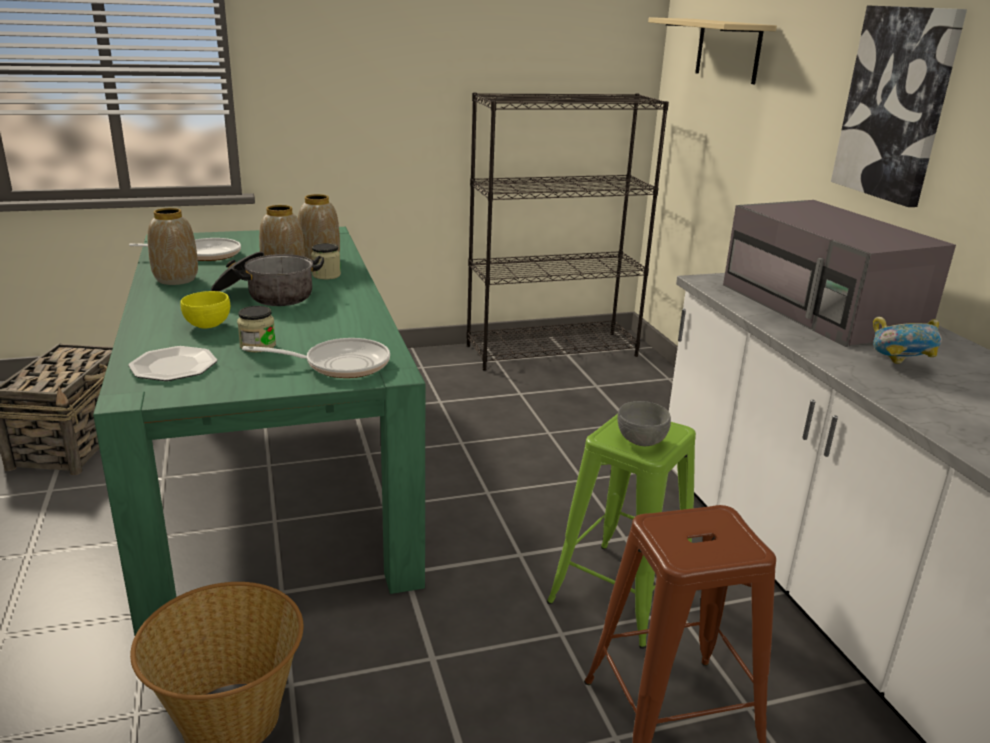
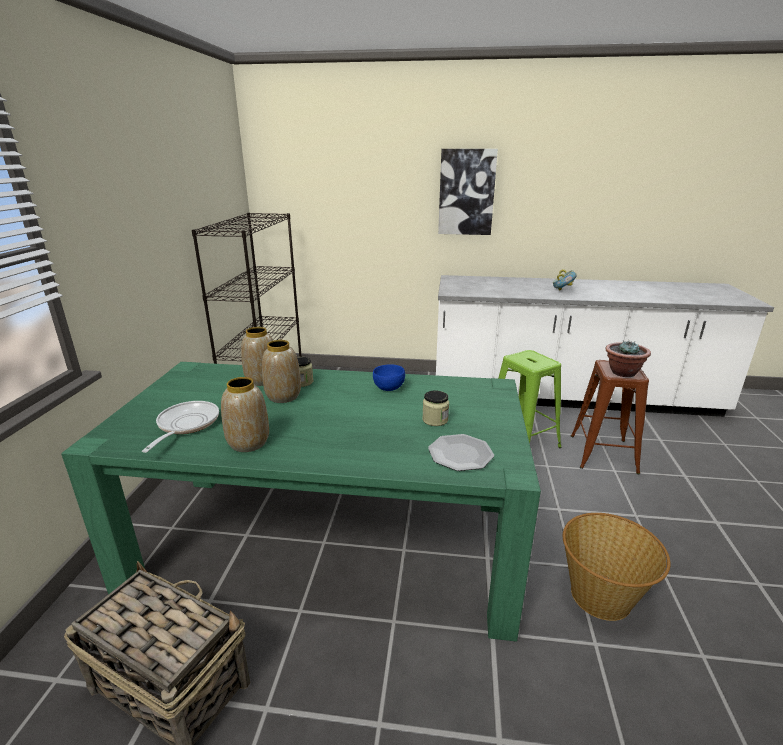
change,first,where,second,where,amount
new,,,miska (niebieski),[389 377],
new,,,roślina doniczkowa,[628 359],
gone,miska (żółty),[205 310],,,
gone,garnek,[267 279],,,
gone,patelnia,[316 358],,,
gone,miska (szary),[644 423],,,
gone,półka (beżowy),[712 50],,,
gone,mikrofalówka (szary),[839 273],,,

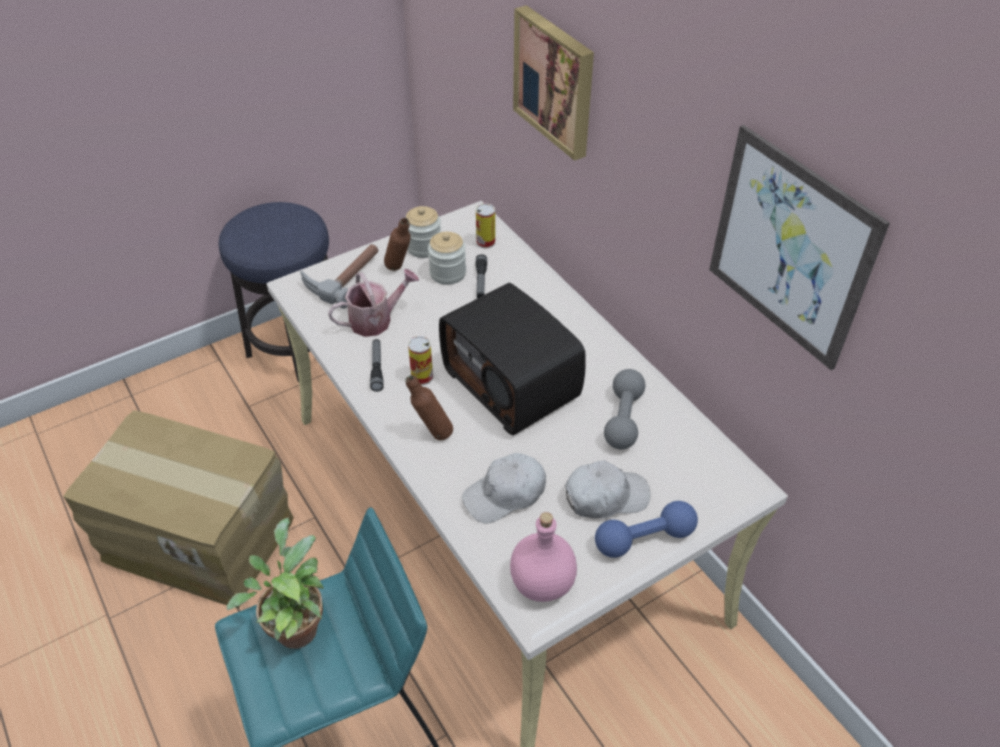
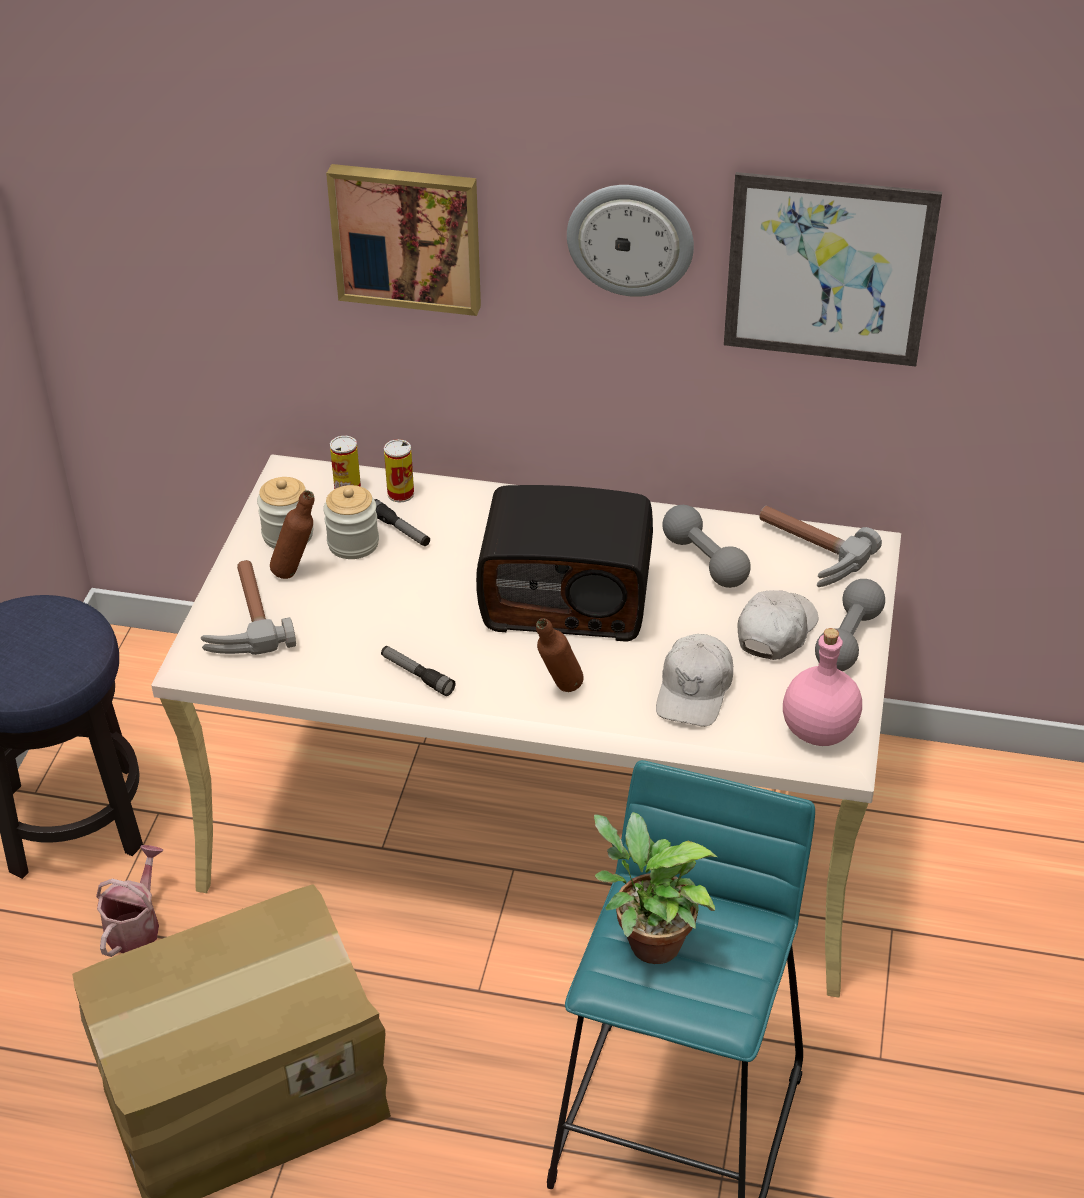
change,first,where,second,where,amount
shifted,konewka,[373 303],,[129 901],
shifted,puszka,[420 360],,[399 471],
new,,,zegar ścienny,[630 241],
new,,,młotek,[821 546],
repainted,hantel (niebieski),[646 529],hantel (szary),[850 625],

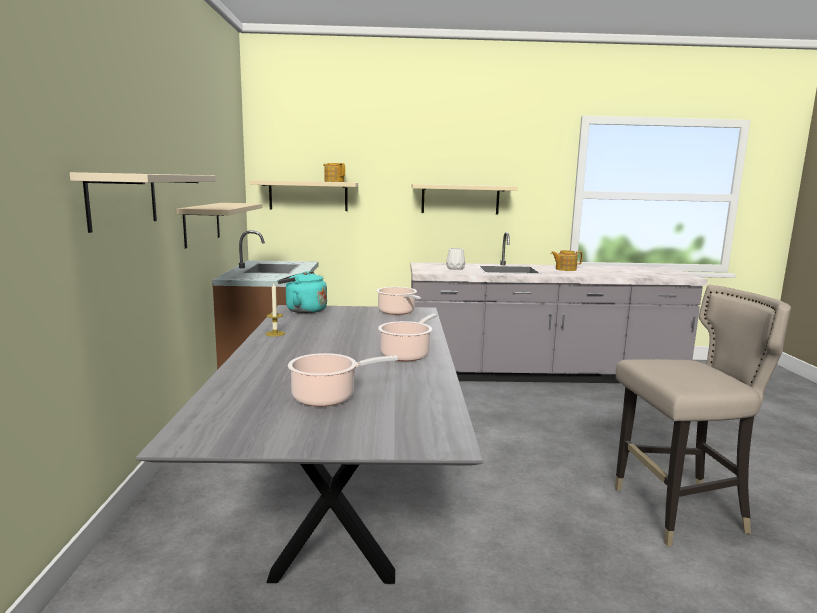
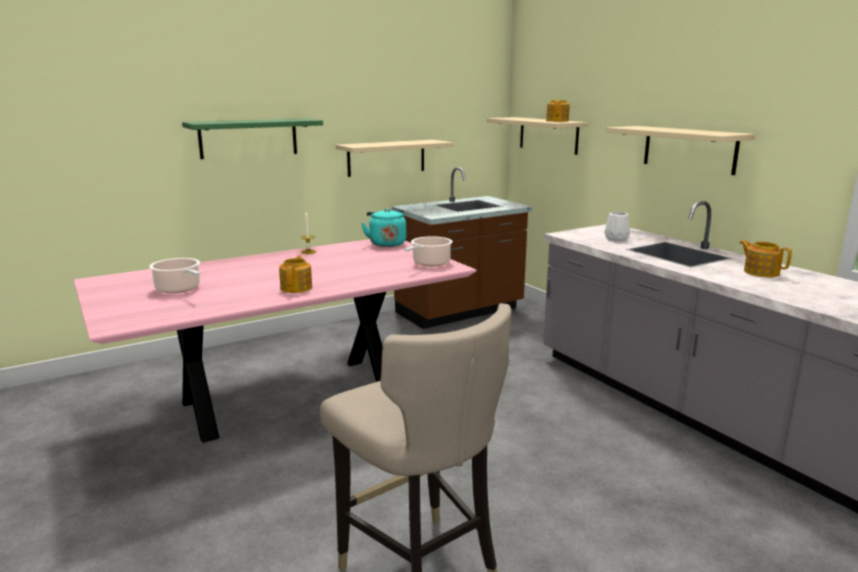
change,first,where,second,where,amount
repainted,stół jadalny (szary),[309 444],stół jadalny (różowy),[275 341],
repainted,półka (beżowy),[143 202],półka (zielony),[252 138],
swapped,garnek,[407 337],imbryk,[295 274],

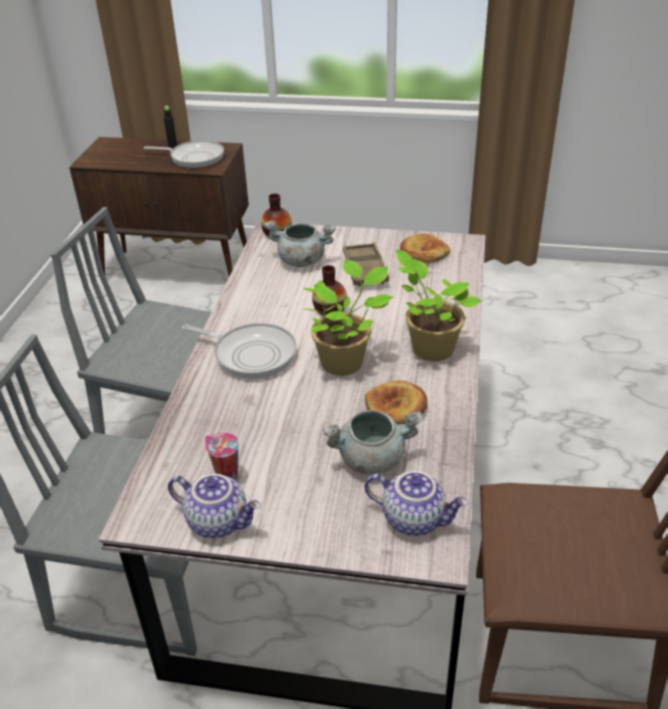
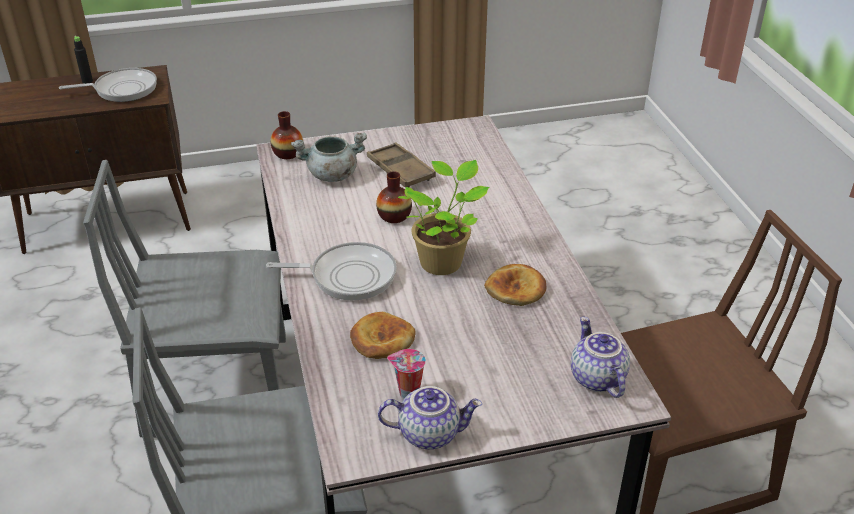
change,first,where,second,where,amount
shifted,chleb,[425 248],,[383 335],
rotated,imbryk,[416 503],,[600 357],105 degrees counterclockwise
gone,garnek (szary),[373 442],,,
gone,roślina doniczkowa,[439 305],,,

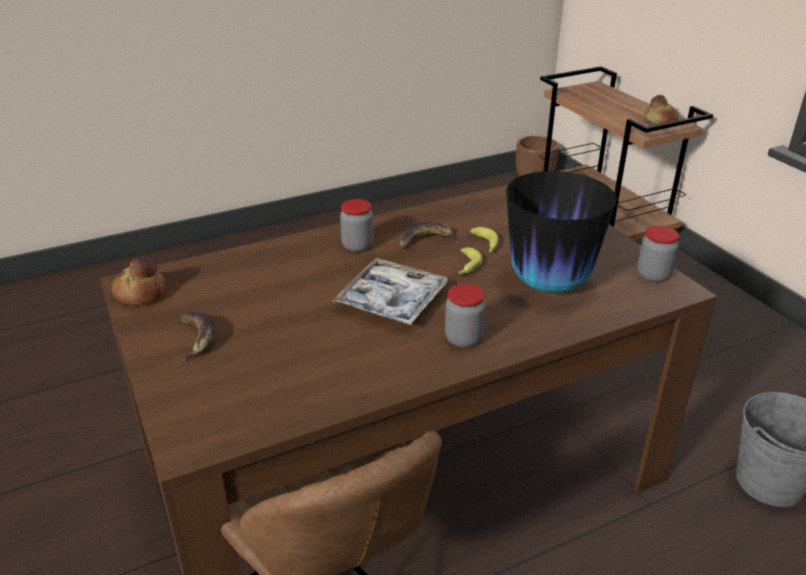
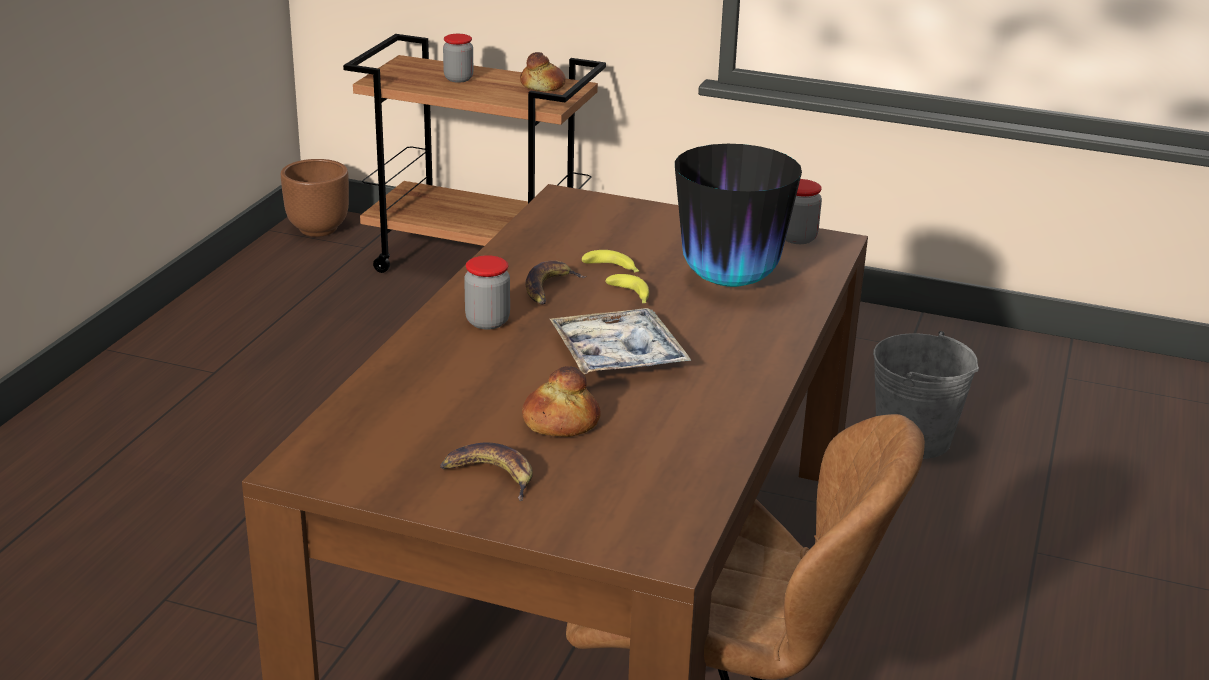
change,first,where,second,where,amount
shifted,słoik,[465 316],,[458 58],
shifted,chleb,[138 281],,[561 401],

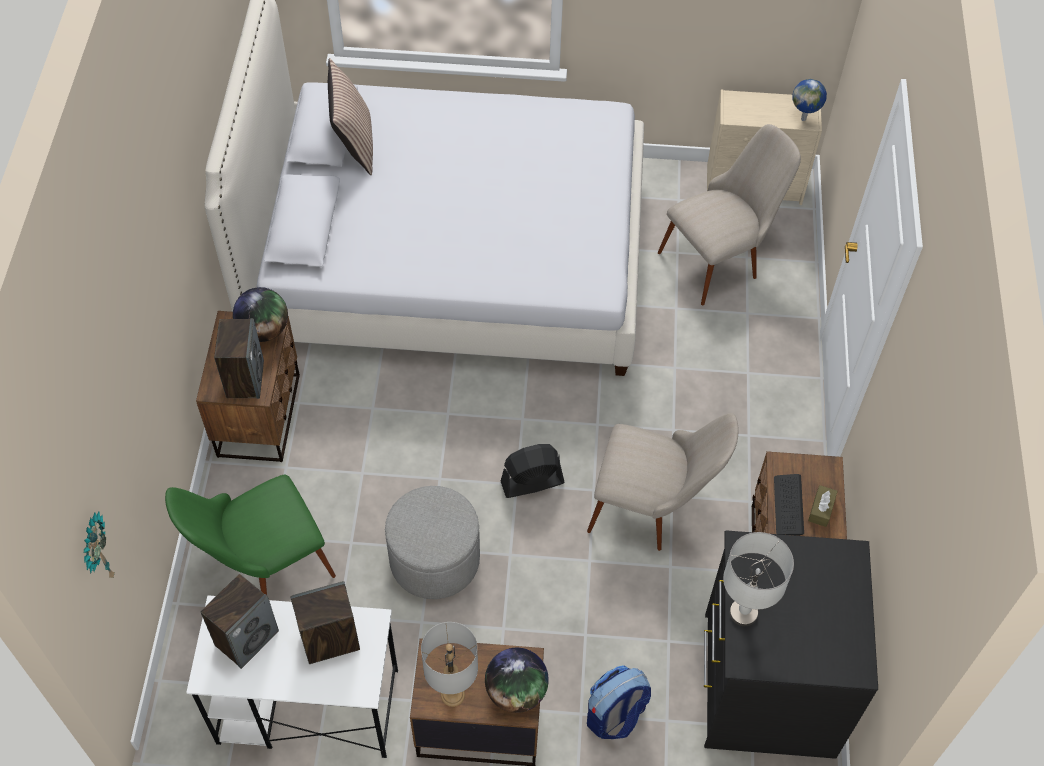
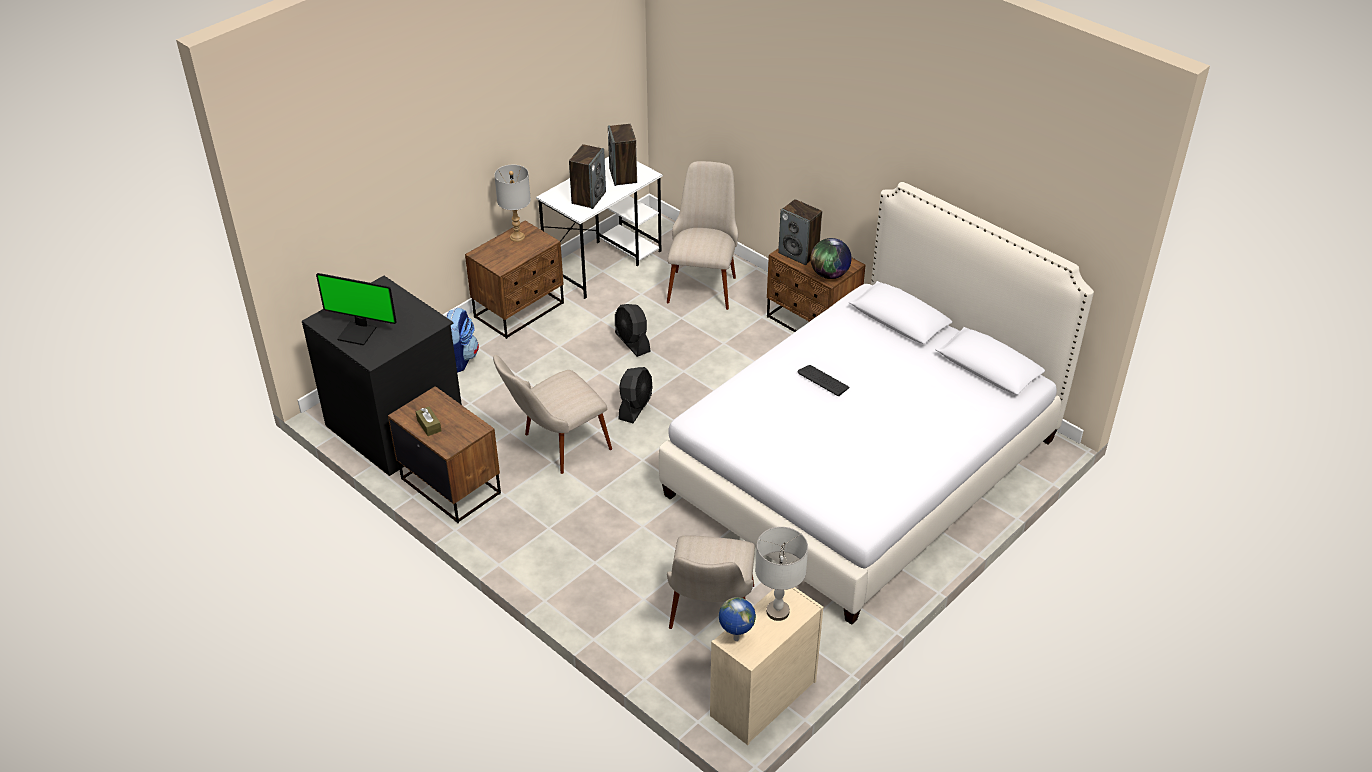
change,first,where,second,where,amount
new,,,monitor,[356 309],
swapped,pufa (szary),[432 542],wentylator (czarny),[633 330],
repainted,krzesło (zielony),[250 535],krzesło (beżowy),[702 235],
shifted,lampa stołowa (szary),[758 579],,[781 574],
shifted,klawiatura,[789 505],,[823 380],
gone,zegar ścienny,[99 544],,,
gone,poduszka,[350 116],,,
gone,globus,[517 680],,,

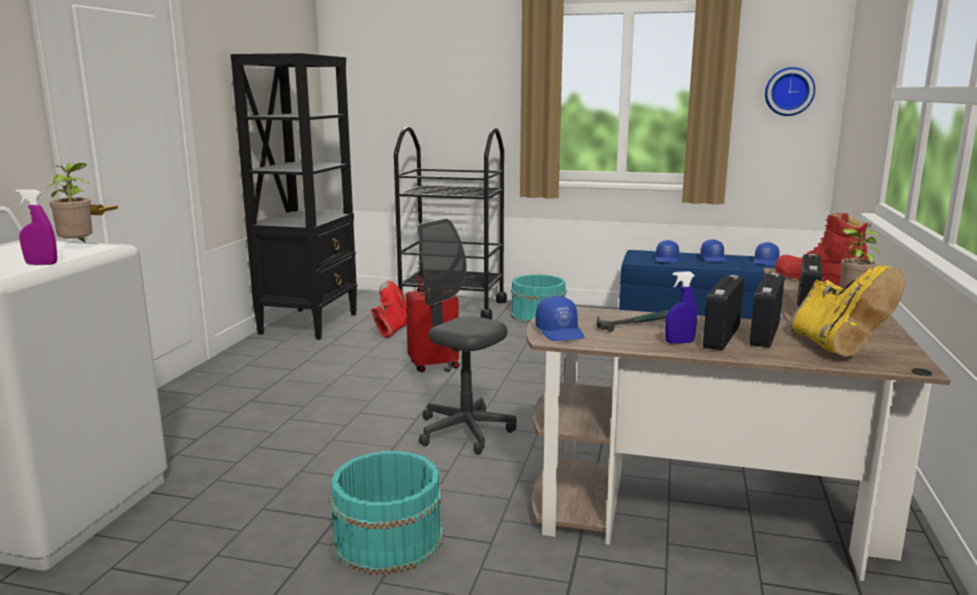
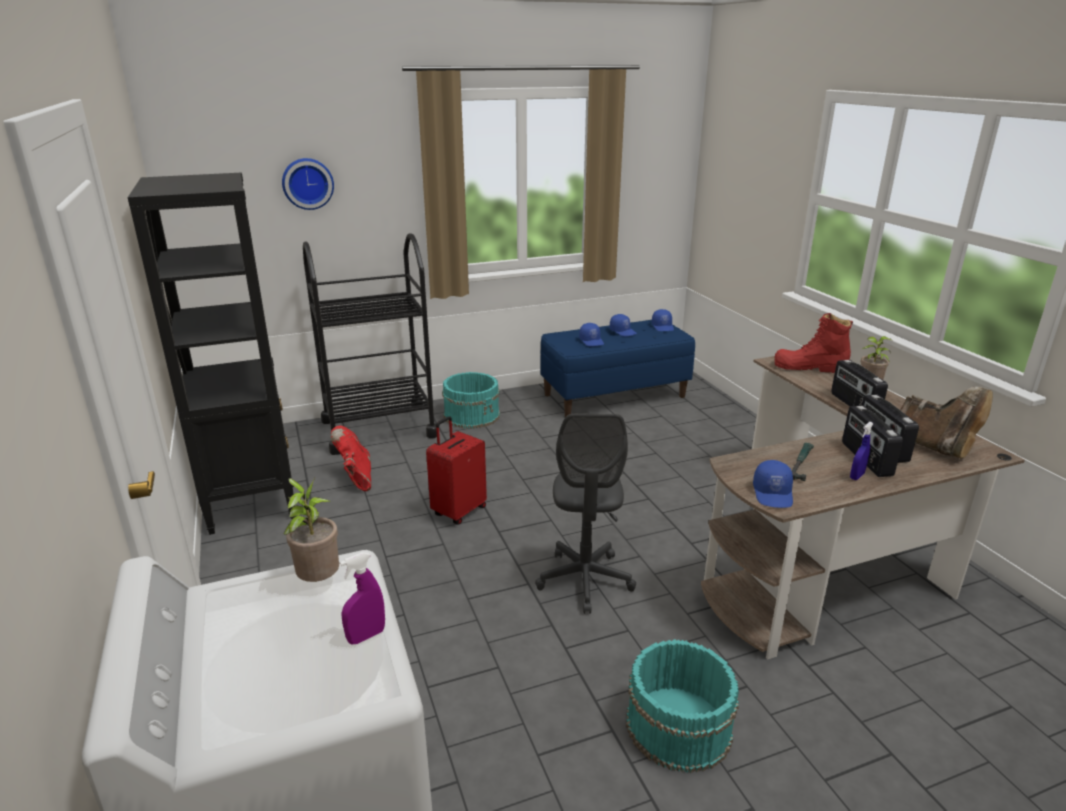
change,first,where,second,where,amount
shifted,zegar ścienny,[790 91],,[308 184],
rotated,krzesło biurowe (szary),[467 336],,[585 514],90 degrees counterclockwise
rotated,czapka z daszkiem (niebieski),[559 318],,[773 484],60 degrees clockwise
repainted,but z cholewką (żółty),[847 311],but z cholewką (brązowy),[946 423],

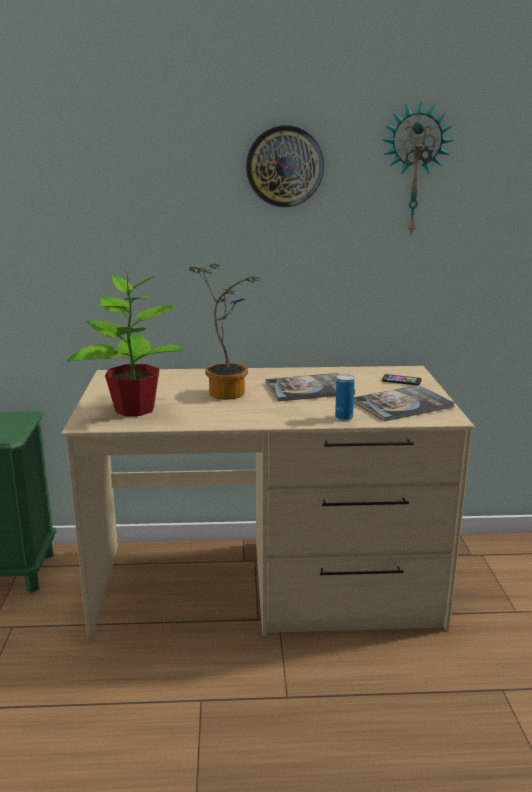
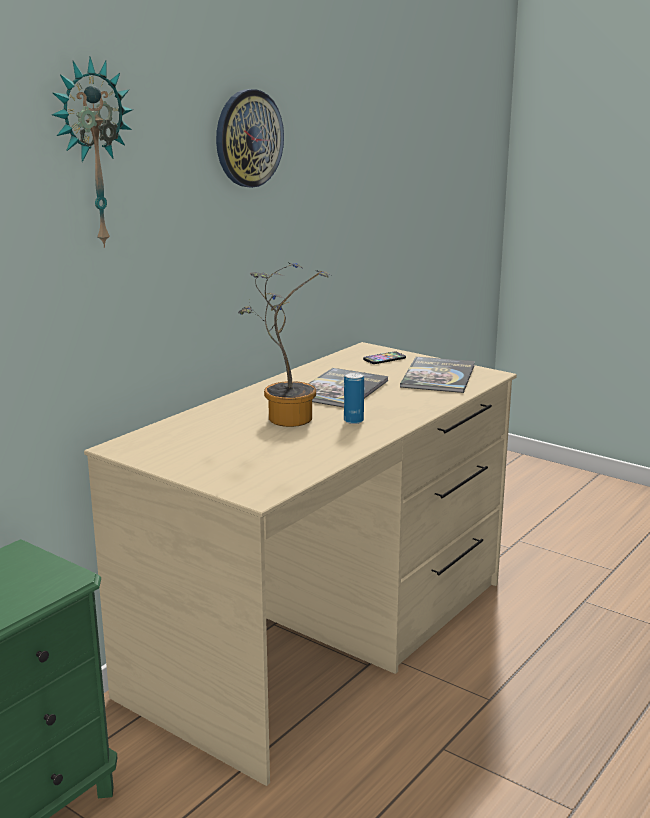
change,first,where,second,where,amount
shifted,zegar ścienny,[417 169],,[92 152],
shifted,puszka,[345 397],,[354 398],
gone,roślina doniczkowa,[126 343],,,

